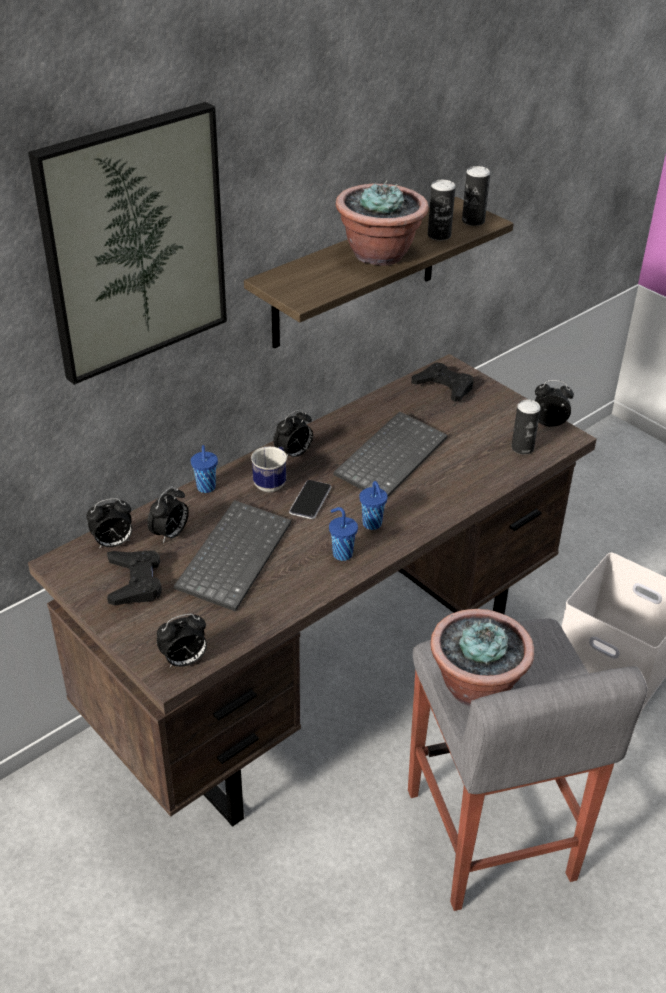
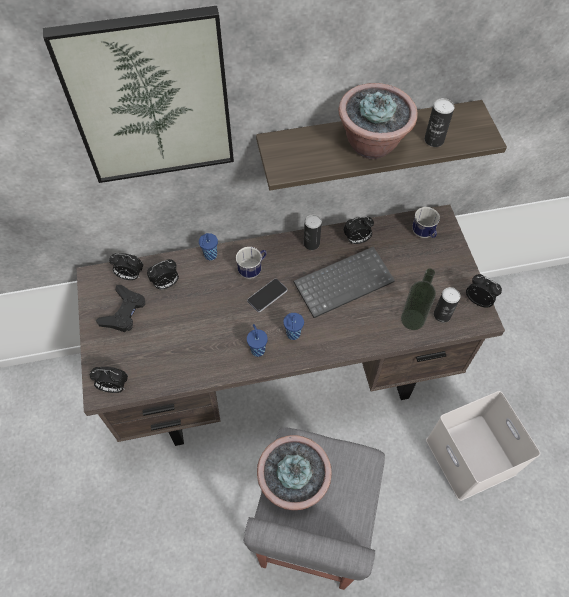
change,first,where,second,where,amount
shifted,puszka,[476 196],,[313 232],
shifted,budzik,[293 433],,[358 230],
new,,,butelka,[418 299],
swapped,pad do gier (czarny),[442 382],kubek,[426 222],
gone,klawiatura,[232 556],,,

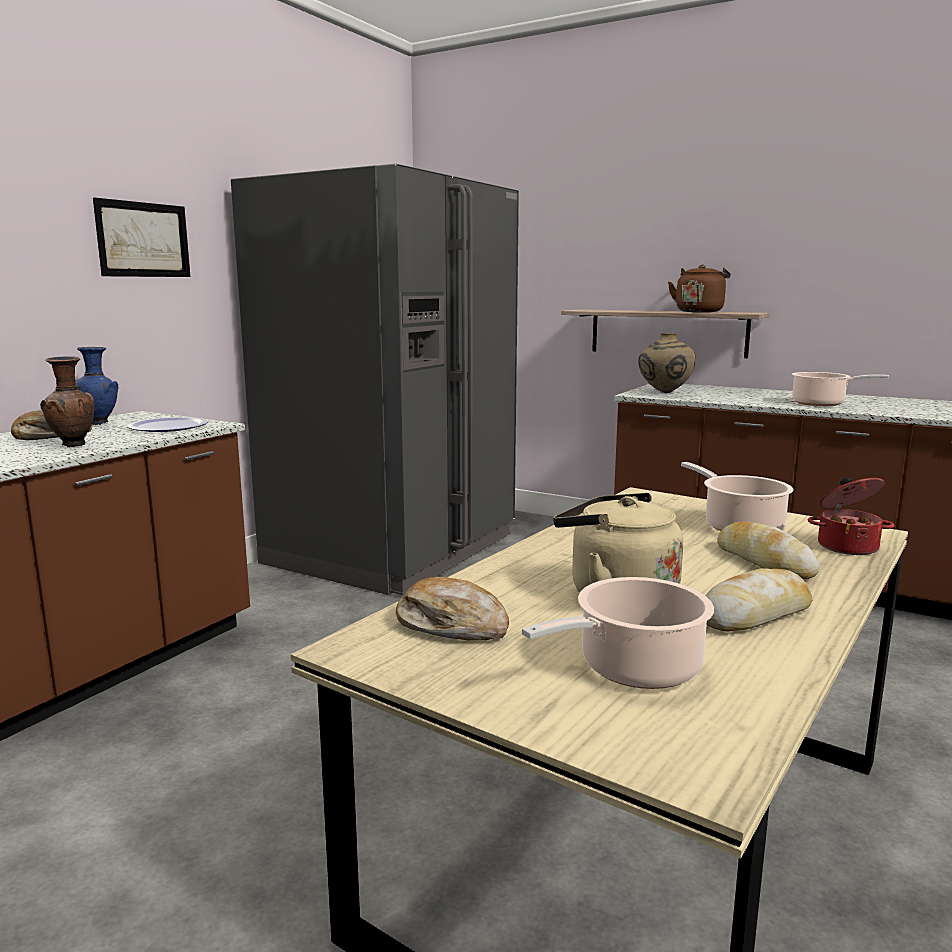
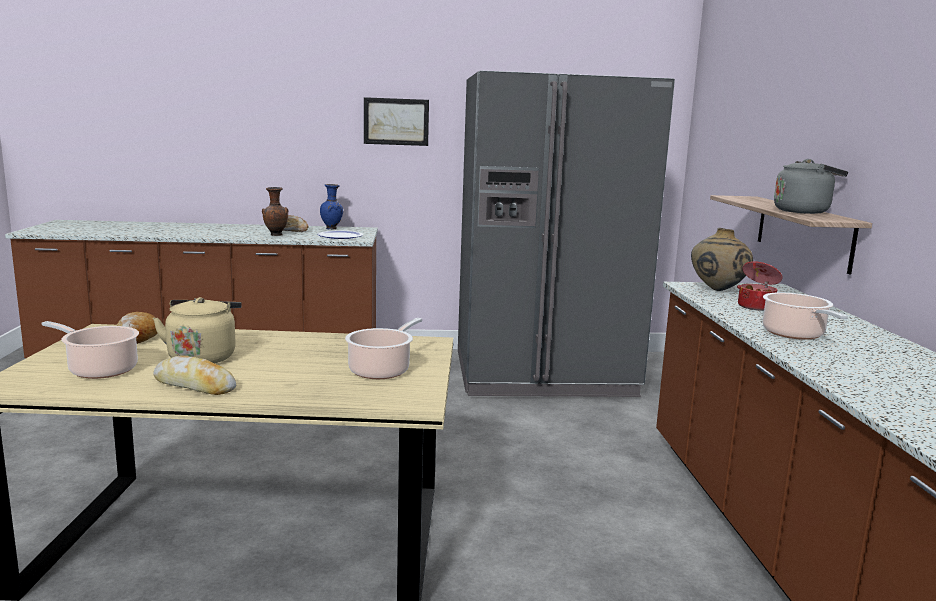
change,first,where,second,where,amount
shifted,garnek,[851 516],,[760 286],
repainted,czajnik (brązowy),[699 288],czajnik (szary),[811 186],
gone,chleb,[768 550],,,

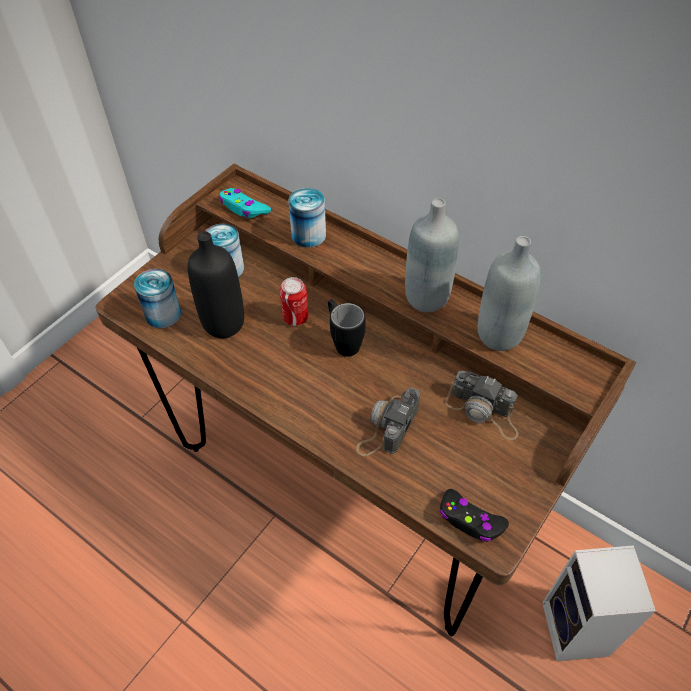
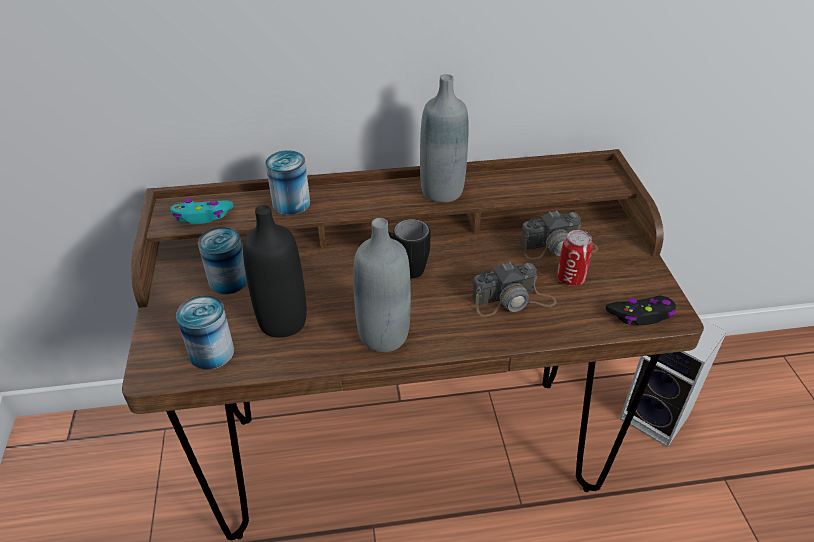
change,first,where,second,where,amount
shifted,butelka (szary),[509 293],,[382 285],
rotated,aparat fotograficzny,[388 421],,[514 289],90 degrees counterclockwise
shifted,puszka,[294 301],,[575 258],

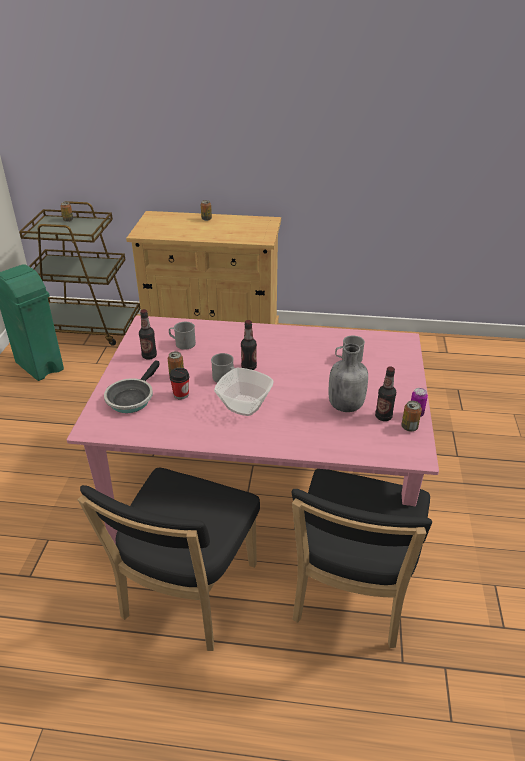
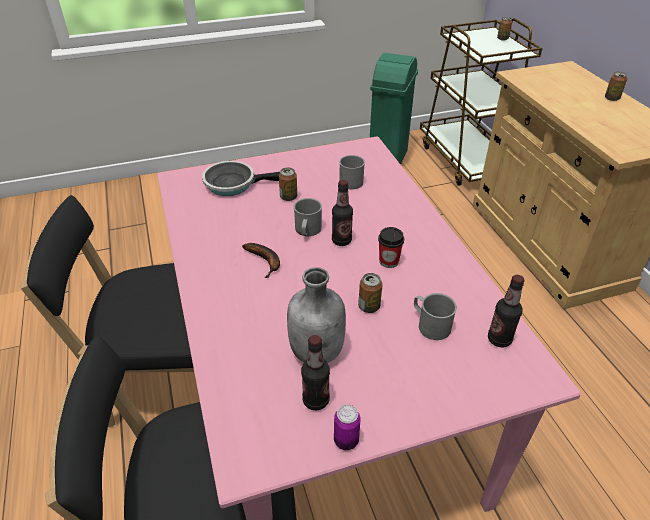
change,first,where,second,where,amount
swapped,miska,[244 392],banan,[261 260],
shifted,puszka,[411 416],,[370 293],
shifted,filiżanka,[179 383],,[391 247],
shifted,butelka,[148 334],,[506 311],

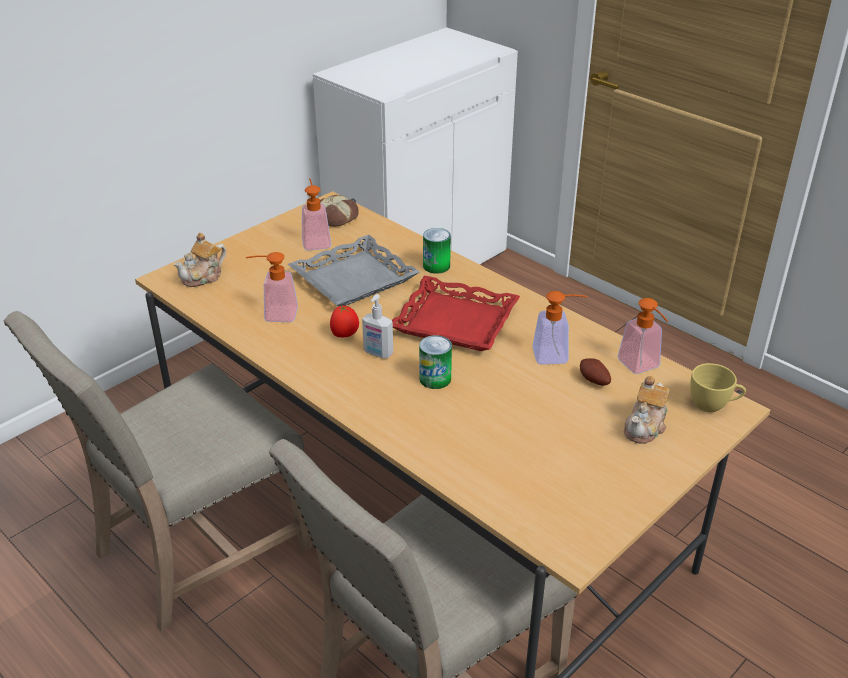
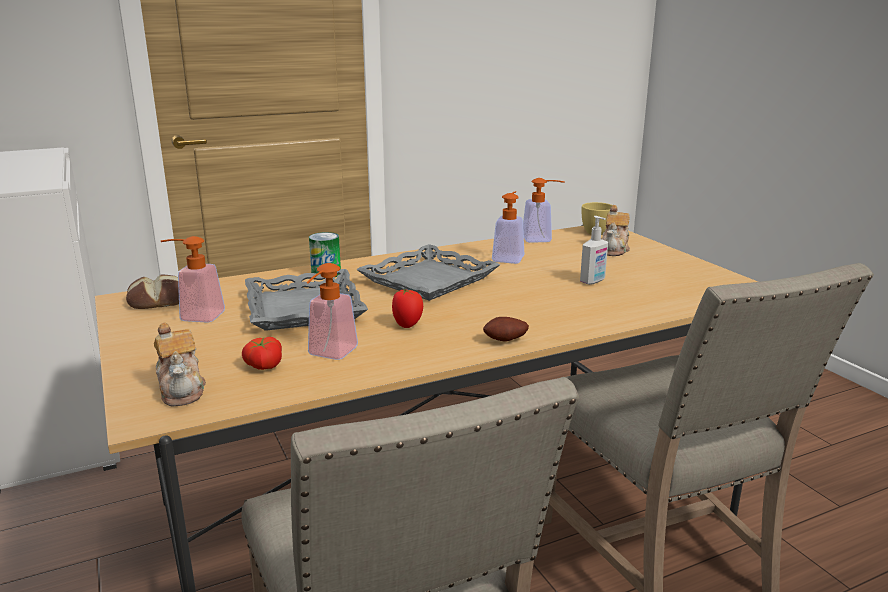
change,first,where,second,where,amount
new,,,pomidor,[262 353],
repainted,taca (czerwony),[456 313],taca (szary),[428 272],
shifted,ziemniak,[595 372],,[506 329],
shifted,dozownik mydła,[377 326],,[594 250],
rotated,imbryk,[647 410],,[616 230],60 degrees clockwise
gone,puszka,[435 362],,,

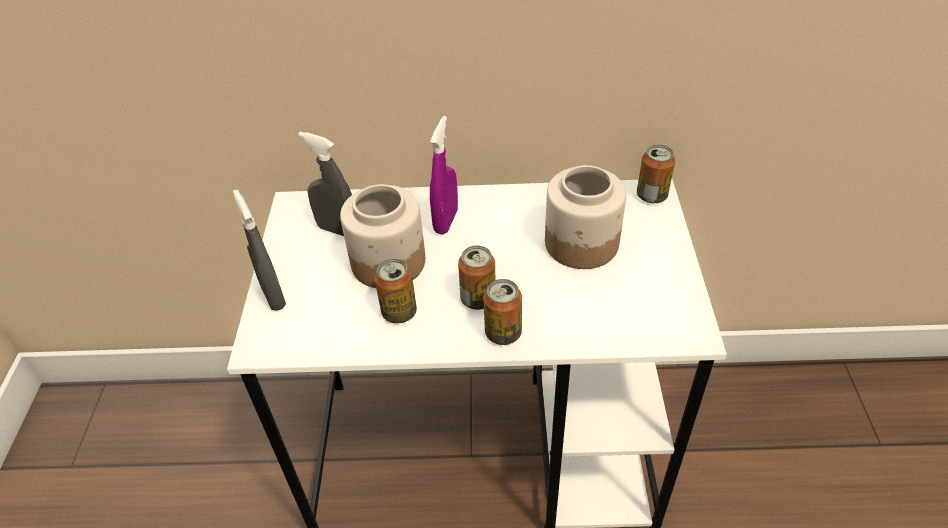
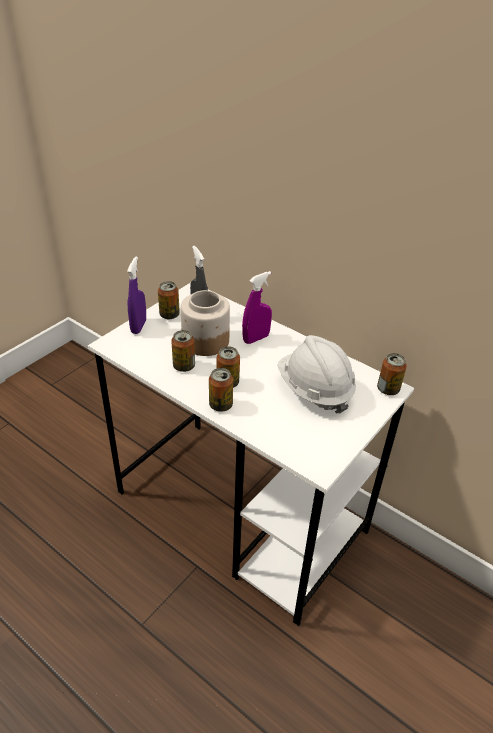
change,first,where,second,where,amount
repainted,spryskiwacz (szary),[259 250],spryskiwacz (fioletowy),[136 295],
new,,,puszka,[169 300],
swapped,słoik,[585 217],kask (biały),[316 374],

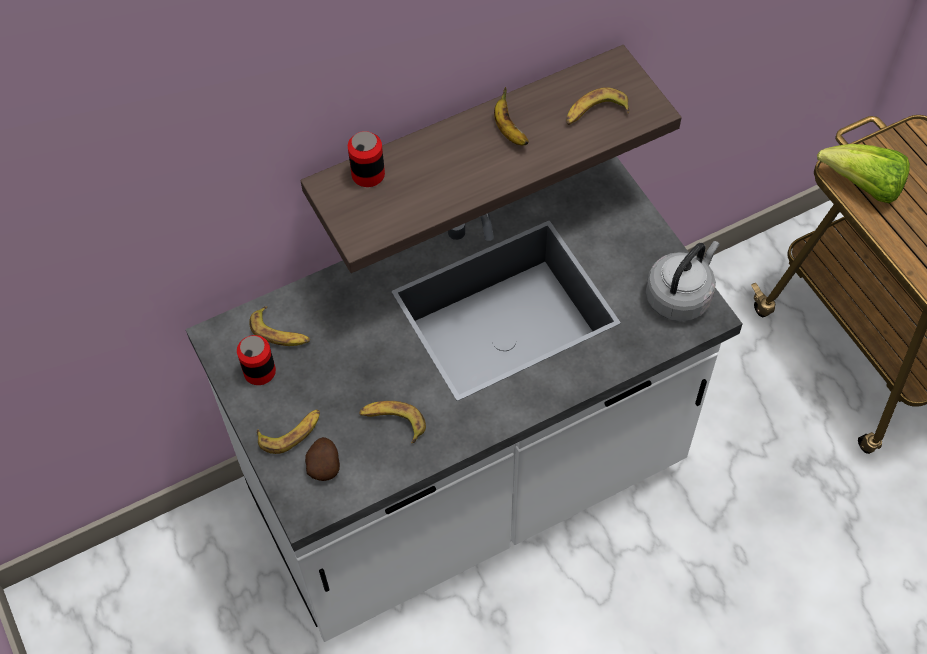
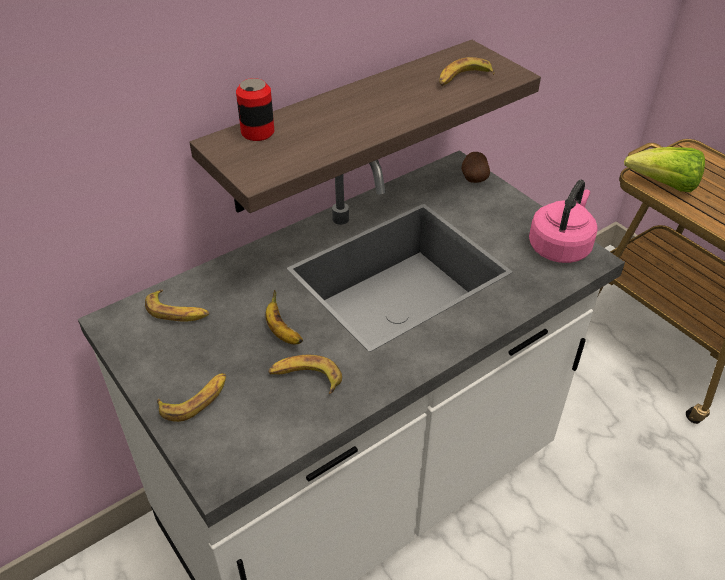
change,first,where,second,where,amount
shifted,banan,[511 116],,[284 317],
shifted,ziemniak,[322 459],,[475 167],
repainted,czajnik (szary),[683 281],czajnik (różowy),[563 221],
gone,puszka,[256 360],,,

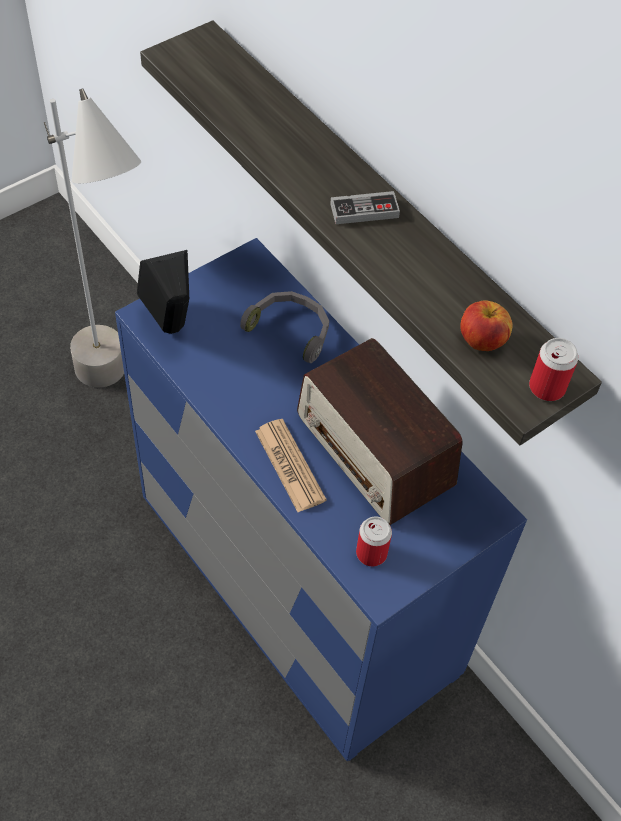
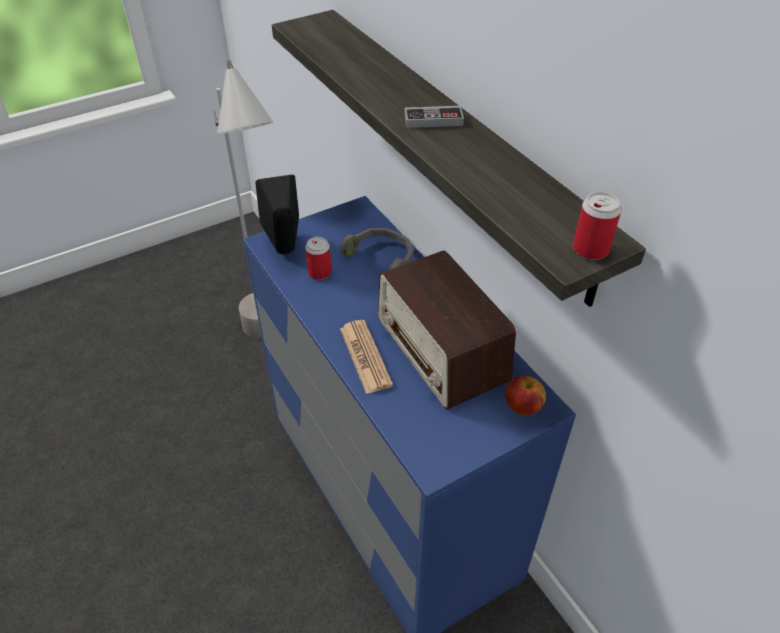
change,first,where,second,where,amount
shifted,puszka,[374 541],,[318 258],
shifted,jabłko,[486 325],,[525 395],

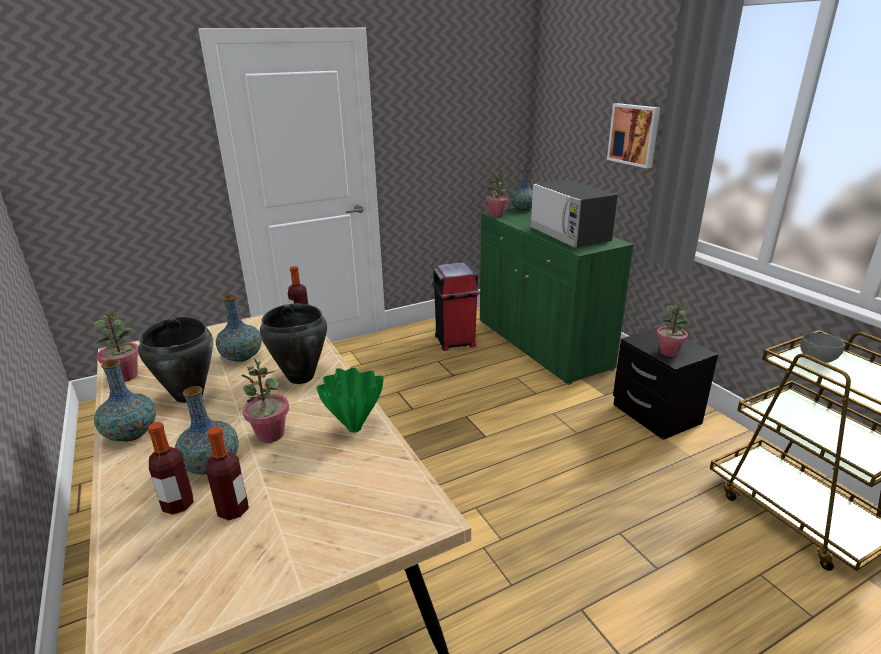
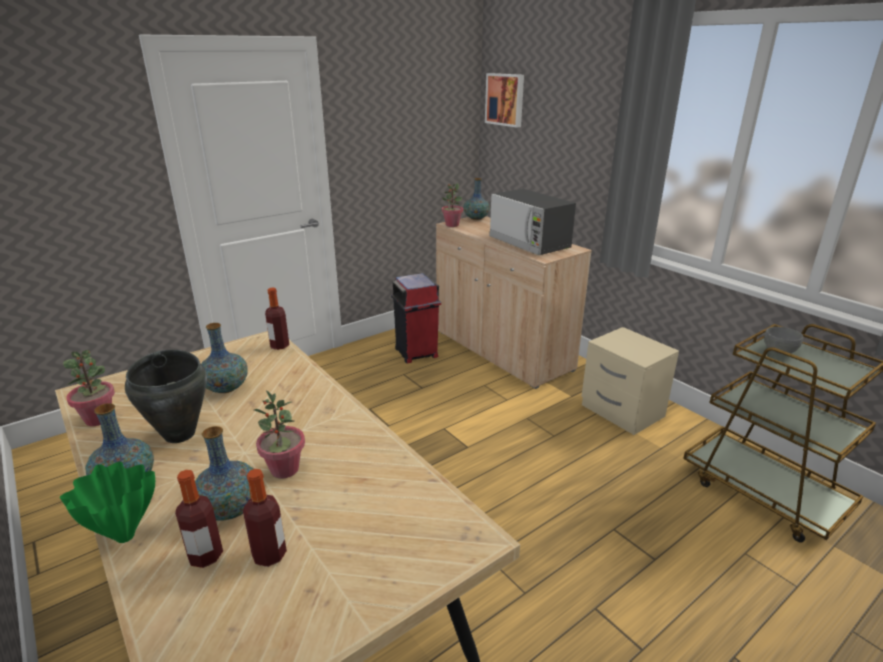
change,first,where,second,where,amount
shifted,wazon (zielony),[350 400],,[107 502],
repainted,szafka (zielony),[557 296],szafka (beżowy),[514 302],
shifted,obraz,[634 135],,[504 100],
repainted,szafka nocna (czarny),[665 383],szafka nocna (beżowy),[630 381],
gone,garnek (czarny),[293 344],,,
gone,roślina doniczkowa,[673 329],,,

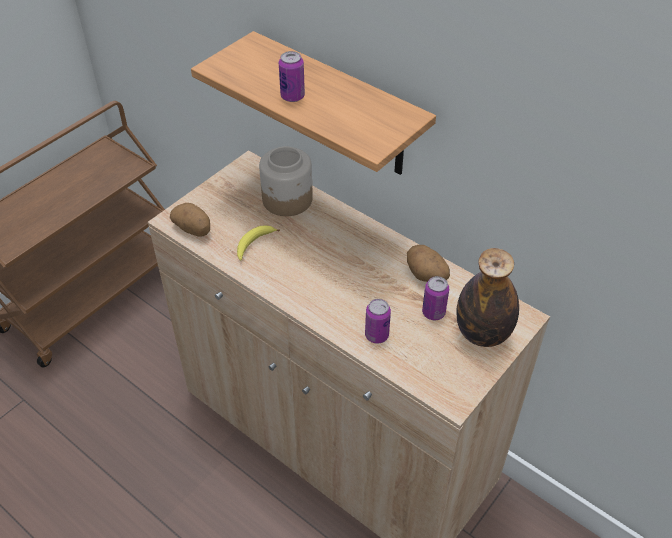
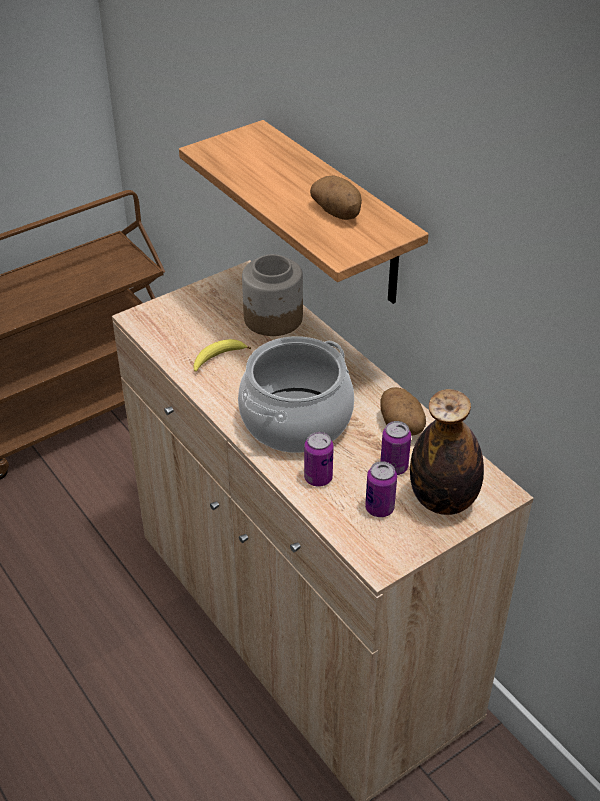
change,first,where,second,where,amount
new,,,garnek,[296 394],
shifted,ziemniak,[190 219],,[336 197],
shifted,puszka,[292 76],,[381 489],

